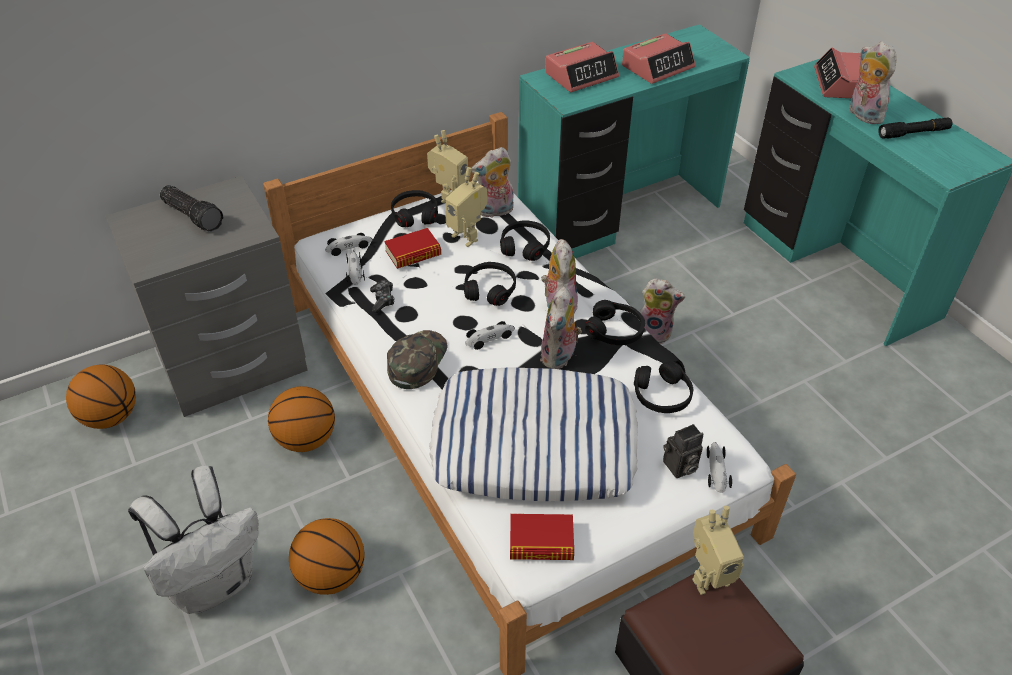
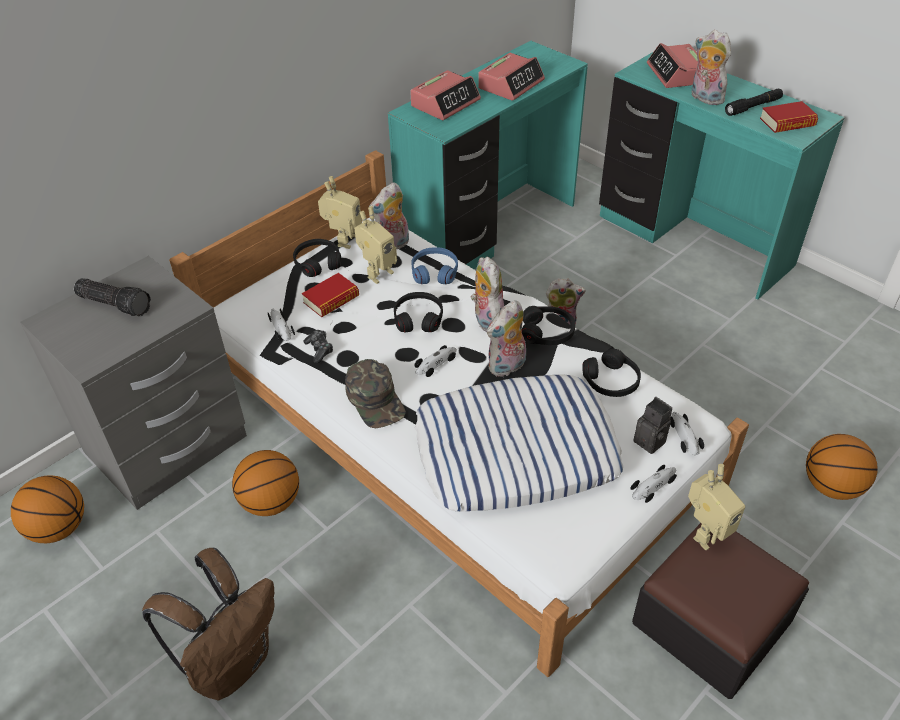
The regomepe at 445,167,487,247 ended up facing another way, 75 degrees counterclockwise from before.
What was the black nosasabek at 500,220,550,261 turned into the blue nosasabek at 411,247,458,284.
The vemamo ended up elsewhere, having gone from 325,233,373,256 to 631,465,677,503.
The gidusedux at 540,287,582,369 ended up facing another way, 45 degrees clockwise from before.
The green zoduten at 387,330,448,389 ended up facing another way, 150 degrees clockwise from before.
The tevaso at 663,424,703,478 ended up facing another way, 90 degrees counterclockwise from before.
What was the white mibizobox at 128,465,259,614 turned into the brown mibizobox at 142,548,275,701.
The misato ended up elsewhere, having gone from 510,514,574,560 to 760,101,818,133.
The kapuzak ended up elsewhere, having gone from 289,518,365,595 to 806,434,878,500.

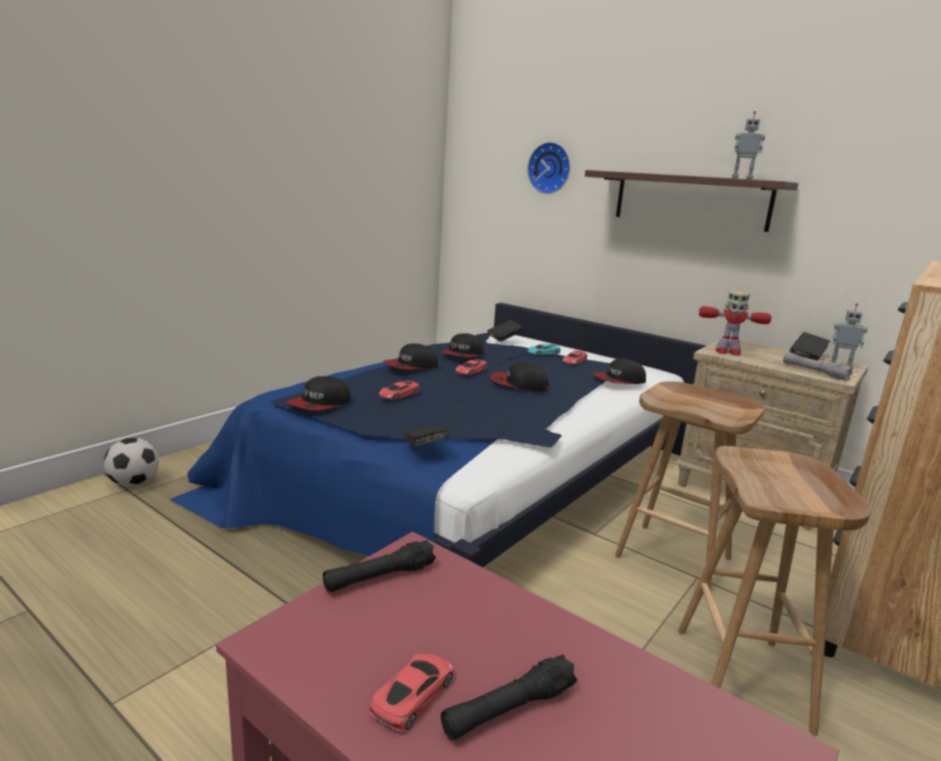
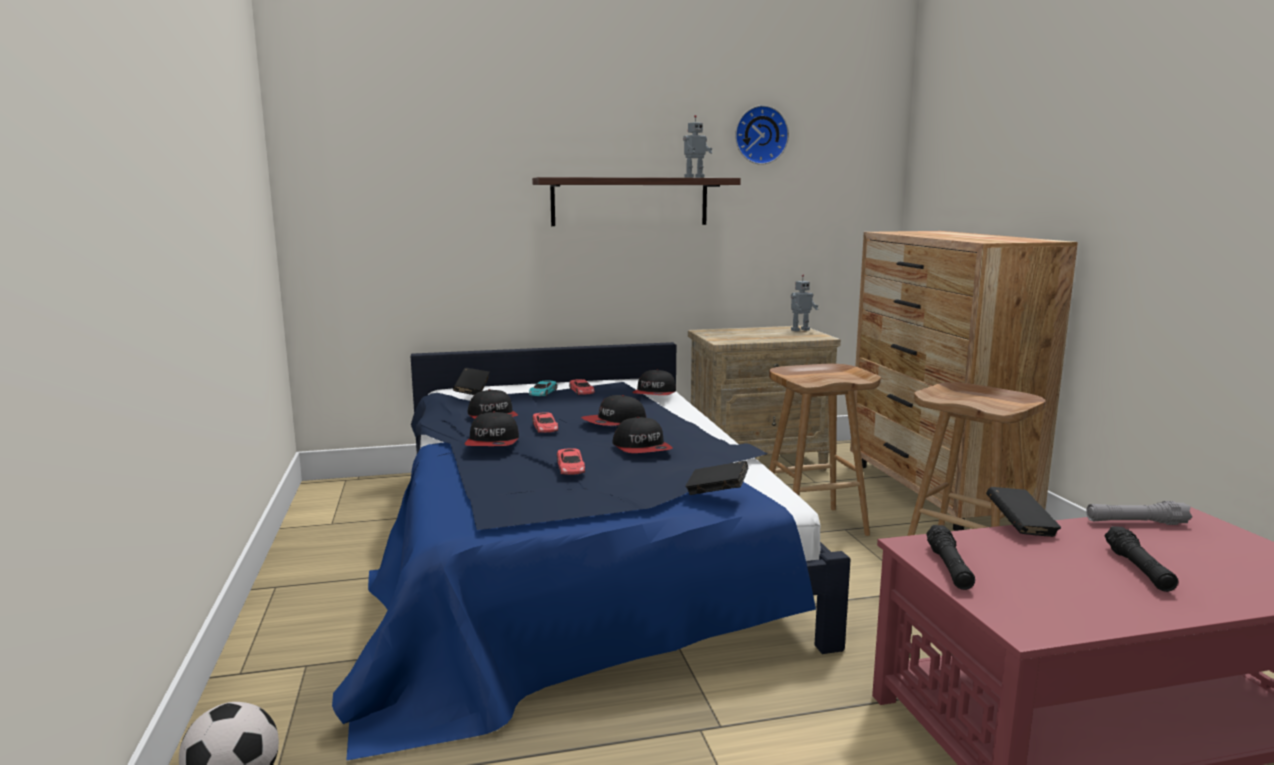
The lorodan ended up elsewhere, having gone from 527,142,570,194 to 735,105,789,165.
The second view lost the regomepe at 699,291,772,356.
The black misato ended up elsewhere, having gone from 790,332,830,361 to 986,487,1061,537.
The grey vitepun ended up elsewhere, having gone from 783,352,853,381 to 1086,501,1192,525.
The zoduten ended up elsewhere, having gone from 286,376,351,410 to 612,417,673,453.
The second view lost the red vemamo at 369,653,454,731.

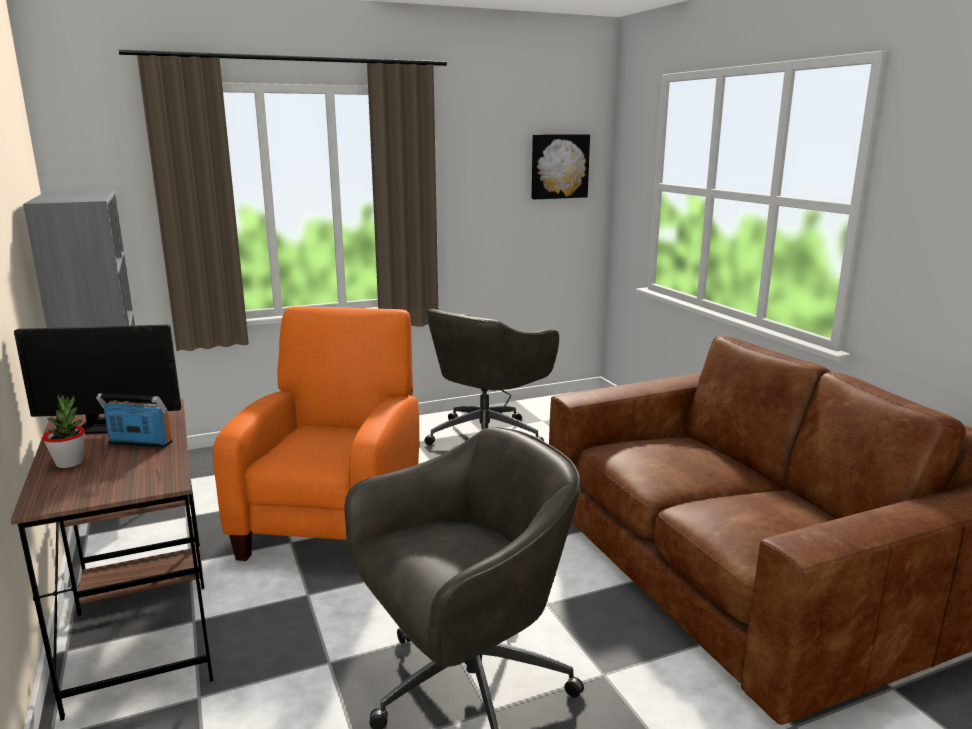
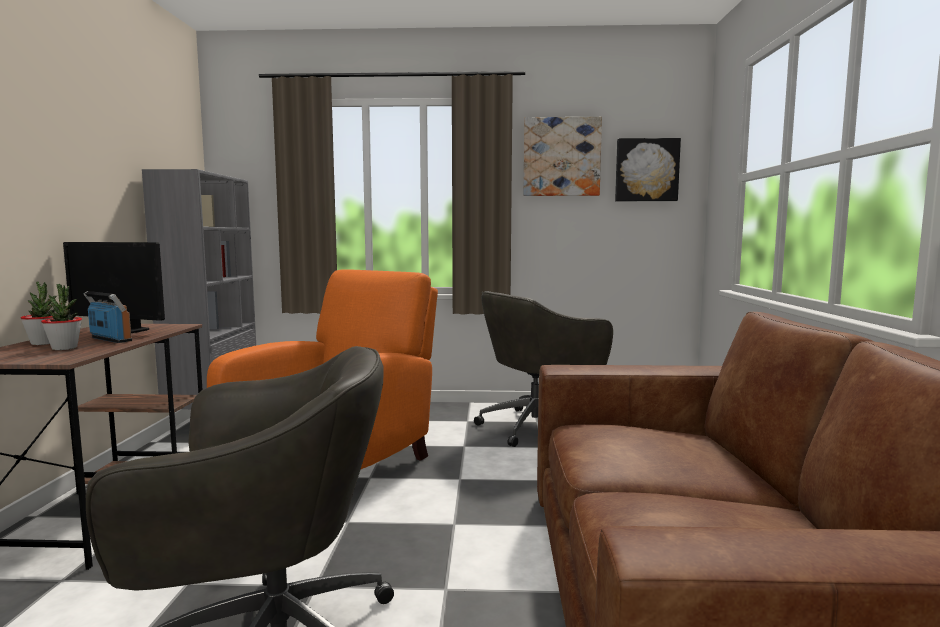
The second view gained the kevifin at 523,117,602,196.
The second view gained the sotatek at 41,284,82,350.

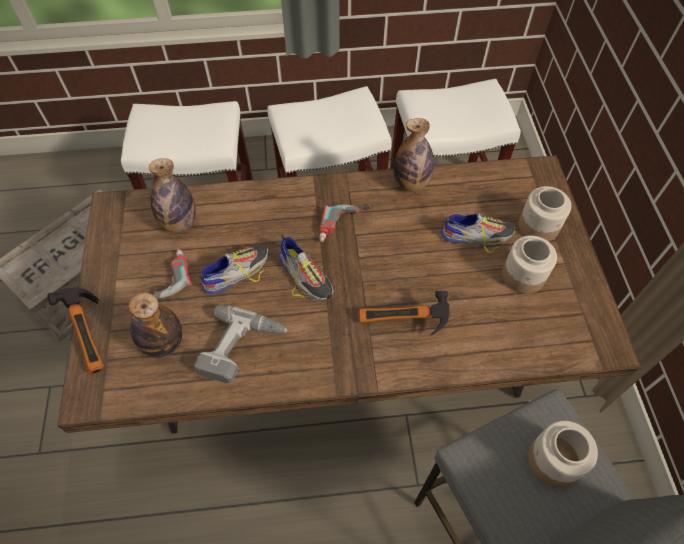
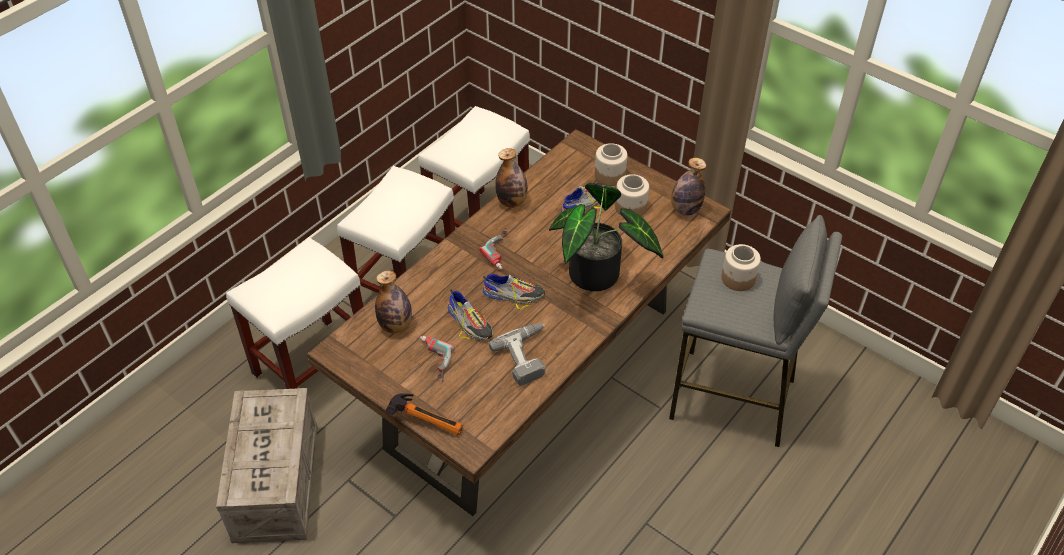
The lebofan at 199,243,268,295 ended up facing another way, 135 degrees clockwise from before.
Where the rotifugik stood at 358,291,449,336, the sotatek came to stand at 549,183,664,291.
The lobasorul ended up elsewhere, having gone from 129,293,182,358 to 671,158,706,216.

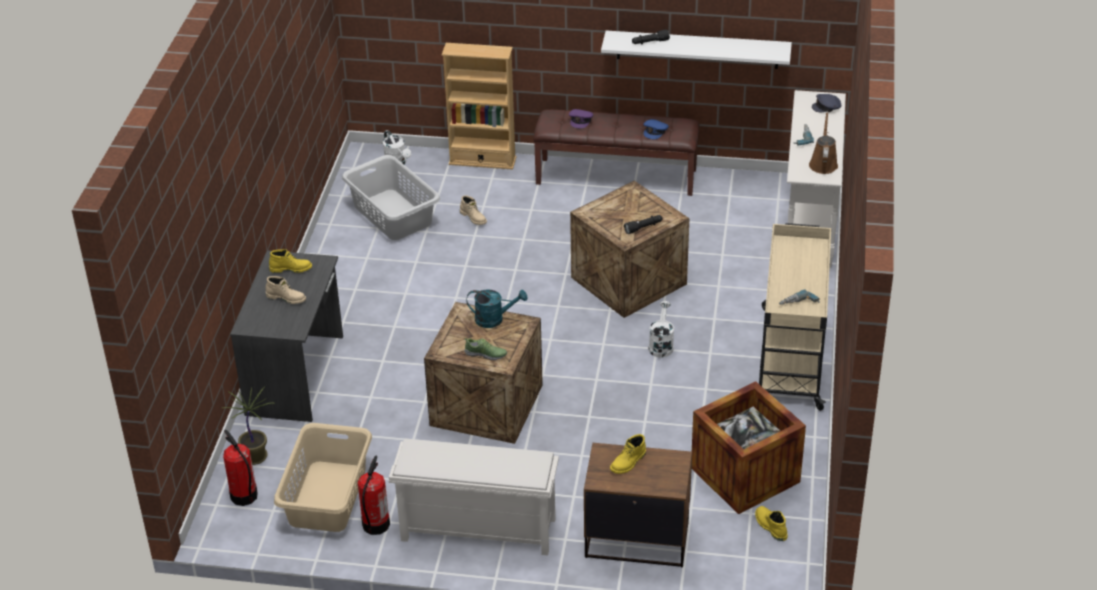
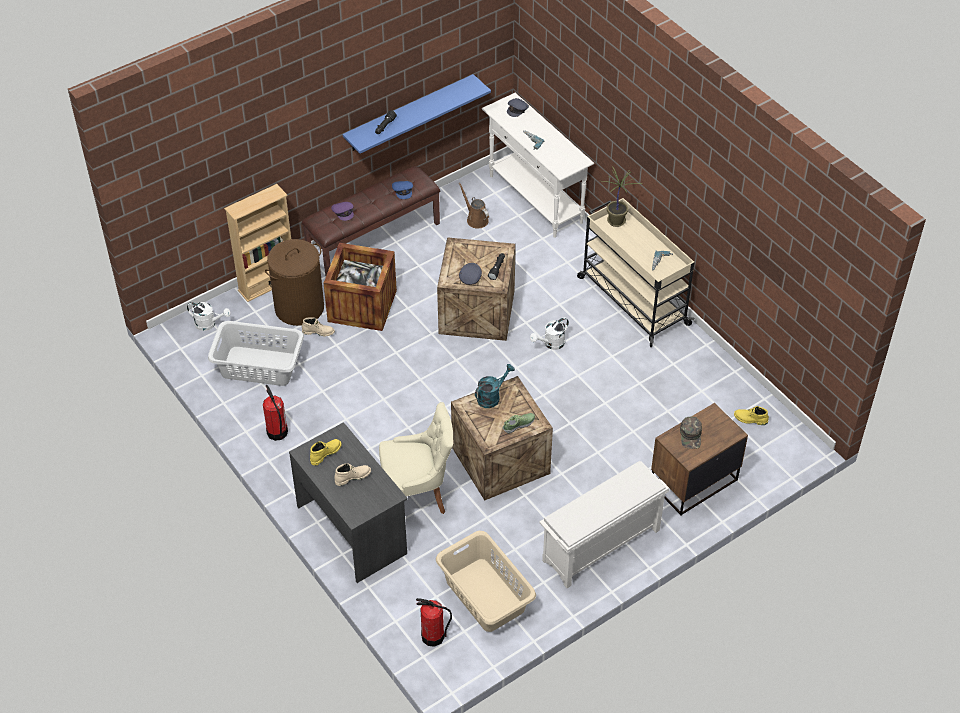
What was the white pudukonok at 601,31,792,69 turned into the blue pudukonok at 343,74,491,154.
The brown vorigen ended up elsewhere, having gone from 809,112,838,174 to 459,183,489,228.
The white vorigen at 648,301,674,358 ended up facing another way, 90 degrees counterclockwise from before.
The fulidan ended up elsewhere, having gone from 692,381,806,514 to 324,243,397,331.
The sotatek ended up elsewhere, having gone from 223,387,275,465 to 602,167,643,227.
Where the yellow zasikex stood at 610,434,646,474, the green zoduten came to stand at 680,416,702,449.
The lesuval ended up elsewhere, having gone from 358,455,390,535 to 263,385,288,441.
The second view gained the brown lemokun at 265,239,324,326.
The second view gained the grey zoduten at 459,263,482,285.
The second view gained the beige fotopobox at 379,402,453,514.

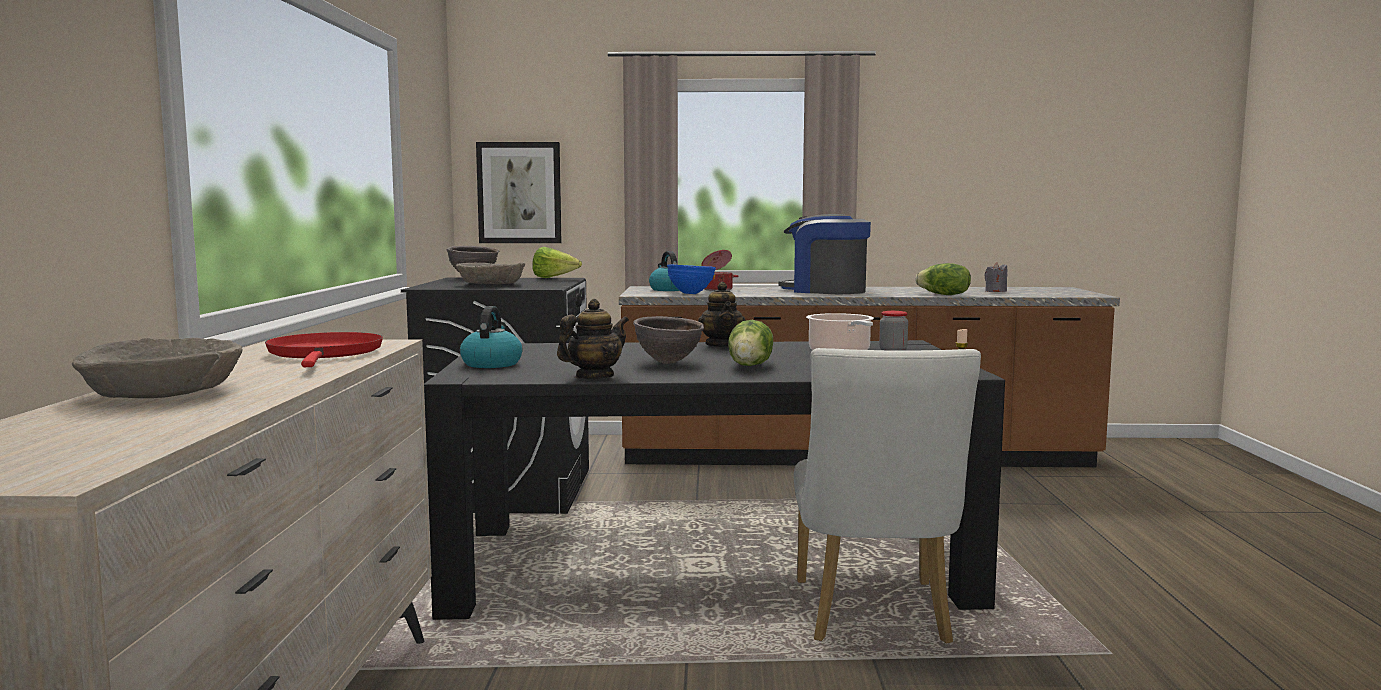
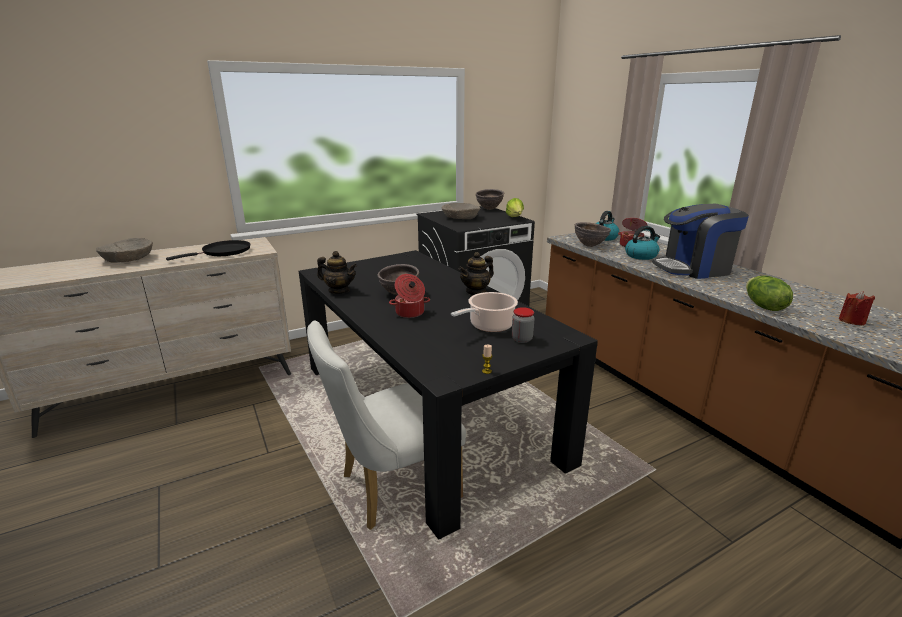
The second view lost the kevifin at 476,142,562,243.
The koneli at 779,214,871,294 ended up facing another way, 105 degrees counterclockwise from before.
What was the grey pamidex at 985,262,1007,292 turned into the red pamidex at 839,291,875,326.
What was the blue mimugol at 667,264,716,294 turned into the brown mimugol at 575,222,611,247.
The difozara ended up elsewhere, having gone from 460,306,523,368 to 625,226,660,260.
Where the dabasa stood at 728,320,773,366, the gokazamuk came to stand at 389,274,430,318.
What was the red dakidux at 265,332,383,367 turned into the black dakidux at 166,240,250,261.

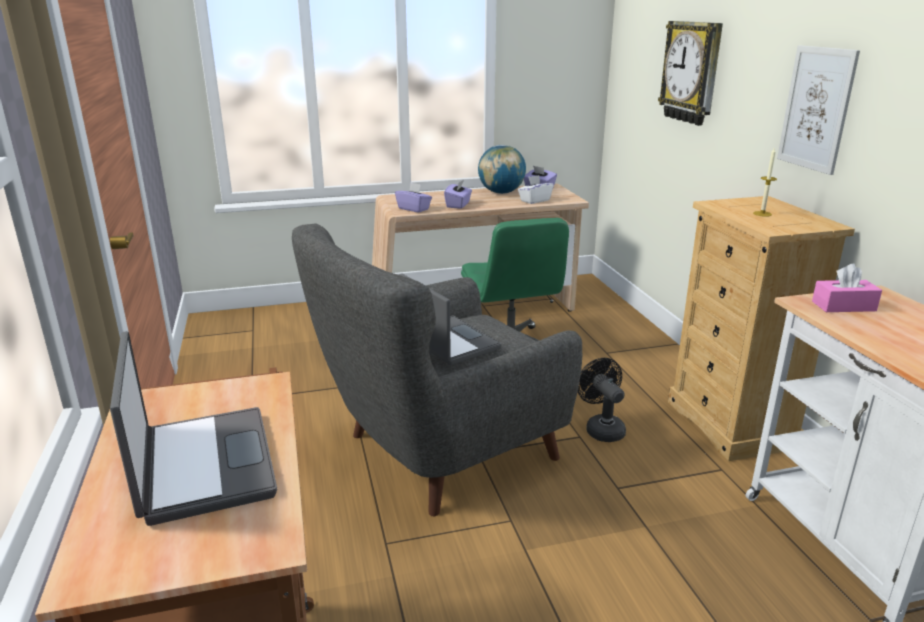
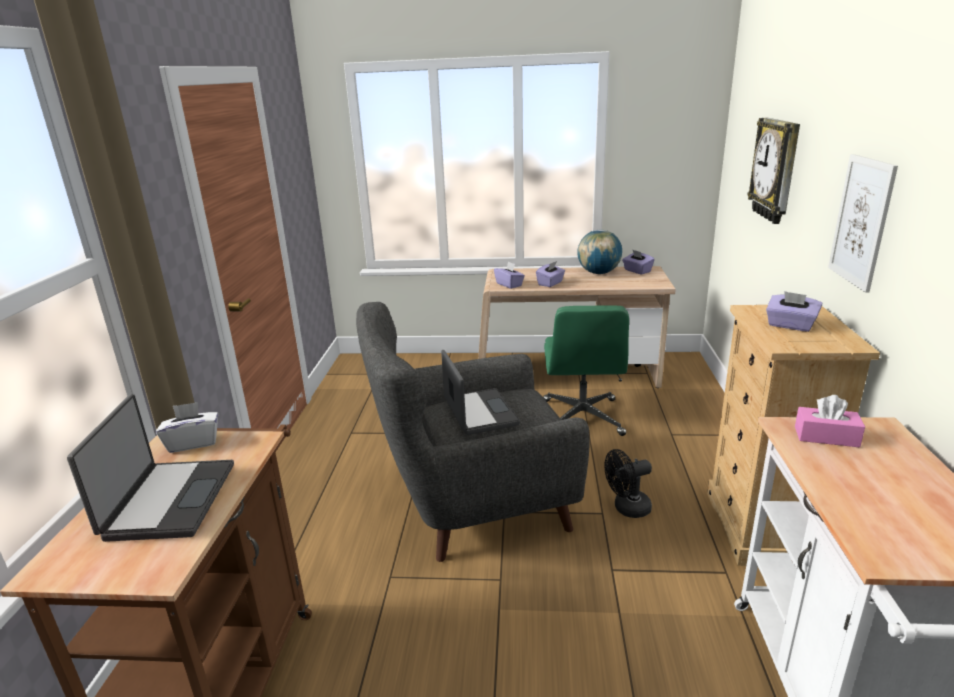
Where the pamidex stood at 753,147,777,217, the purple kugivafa came to stand at 766,291,822,332.
The white kugivafa ended up elsewhere, having gone from 518,175,554,204 to 156,402,218,453.
The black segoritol at 578,358,626,442 ended up facing another way, 105 degrees counterclockwise from before.

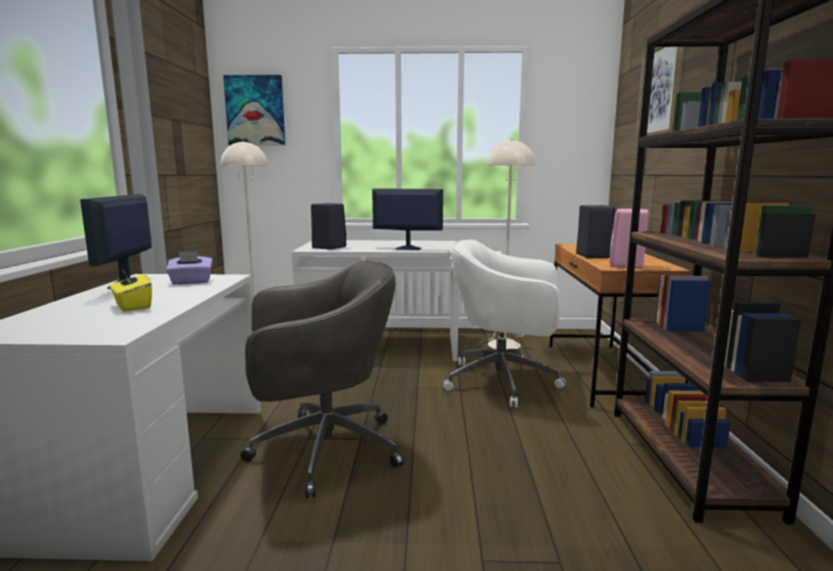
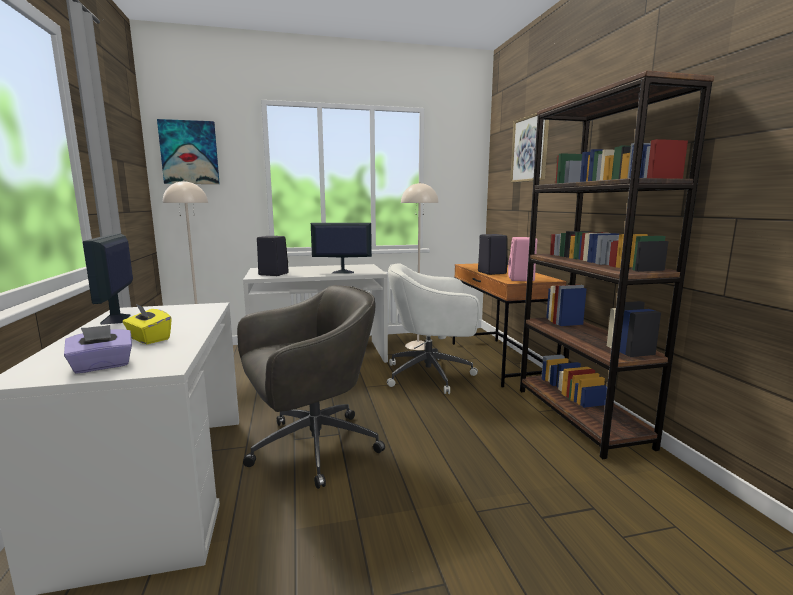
The purple kugivafa ended up elsewhere, having gone from 166,251,213,285 to 64,325,132,374.

